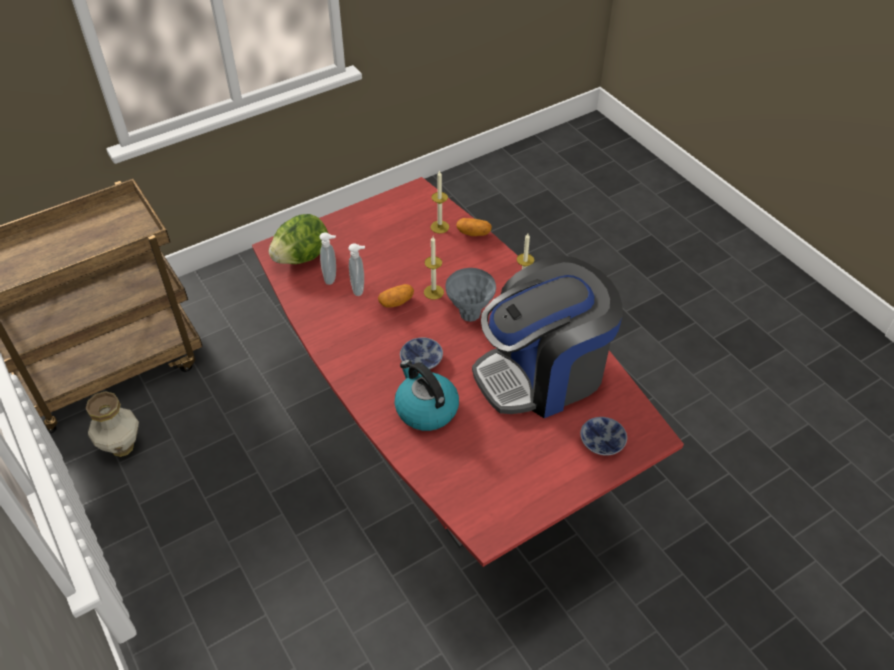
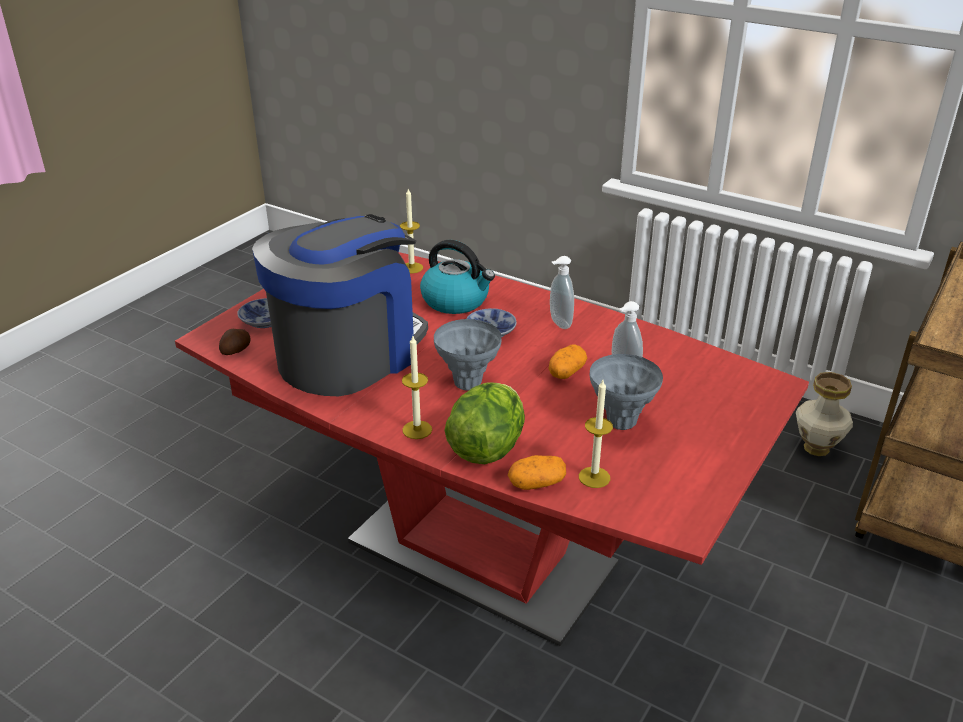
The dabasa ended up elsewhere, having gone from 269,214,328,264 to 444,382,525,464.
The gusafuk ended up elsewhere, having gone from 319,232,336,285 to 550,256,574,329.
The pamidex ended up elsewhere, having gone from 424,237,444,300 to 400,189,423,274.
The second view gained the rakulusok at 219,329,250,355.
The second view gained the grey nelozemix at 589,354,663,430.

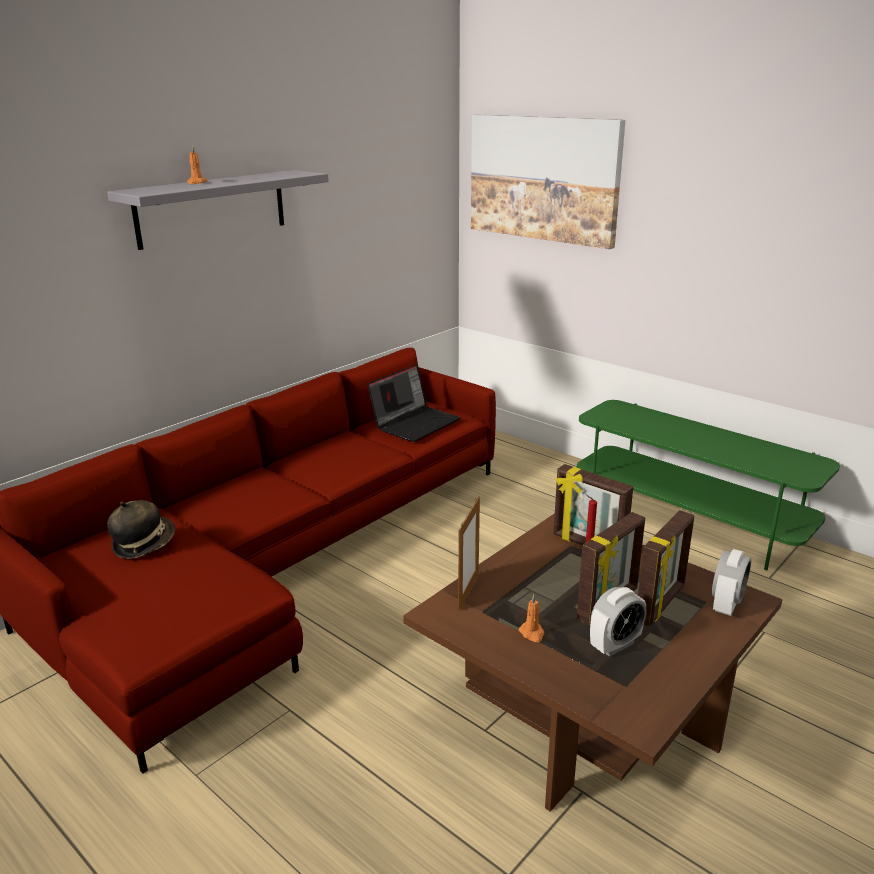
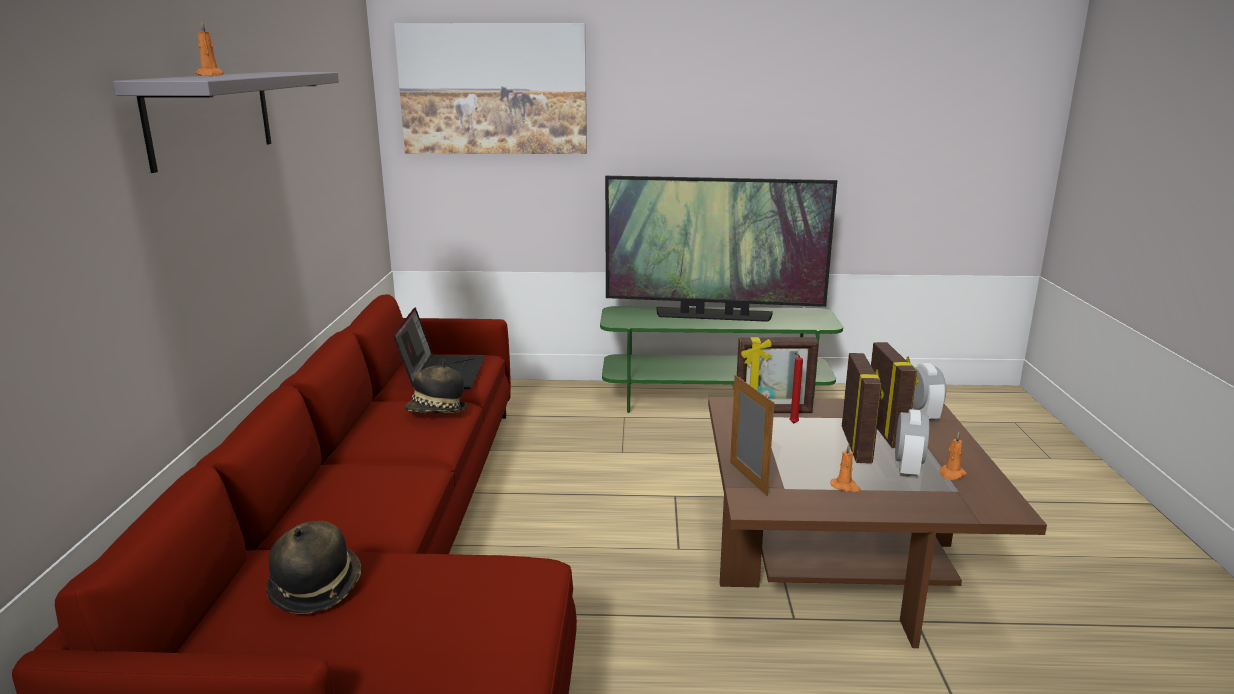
The second view gained the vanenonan at 605,176,837,322.
The second view gained the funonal at 405,360,467,414.
The second view gained the orange pamidex at 940,432,967,480.

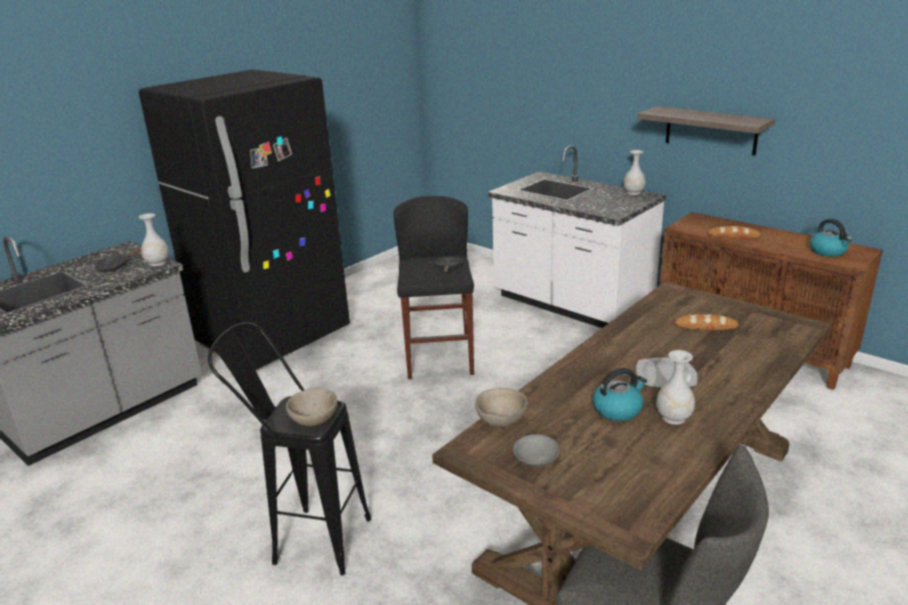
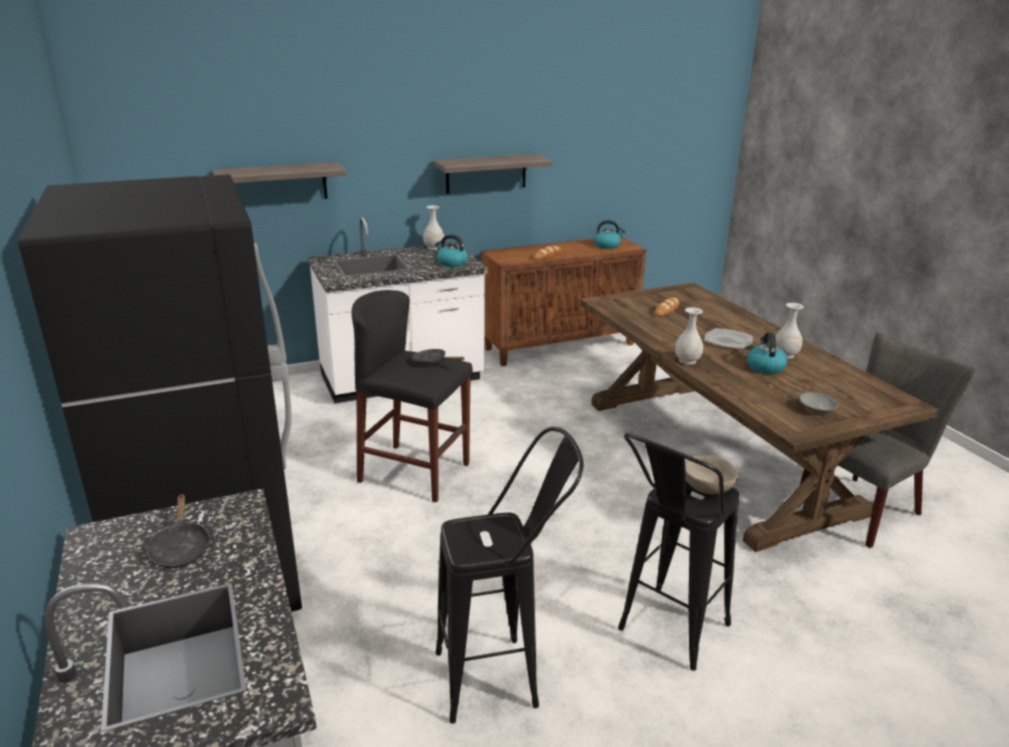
The white nelozemix ended up elsewhere, having gone from 138,213,169,266 to 675,307,703,365.
The second view lost the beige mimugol at 475,388,528,427.
The second view gained the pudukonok at 213,162,346,199.
The second view gained the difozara at 435,234,468,267.
The second view gained the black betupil at 436,427,583,724.

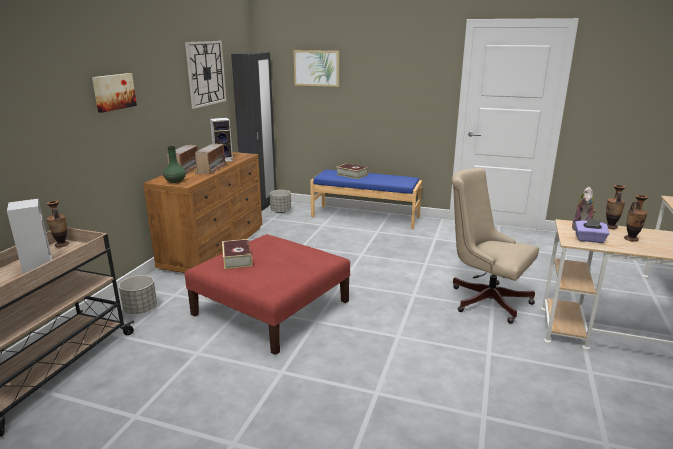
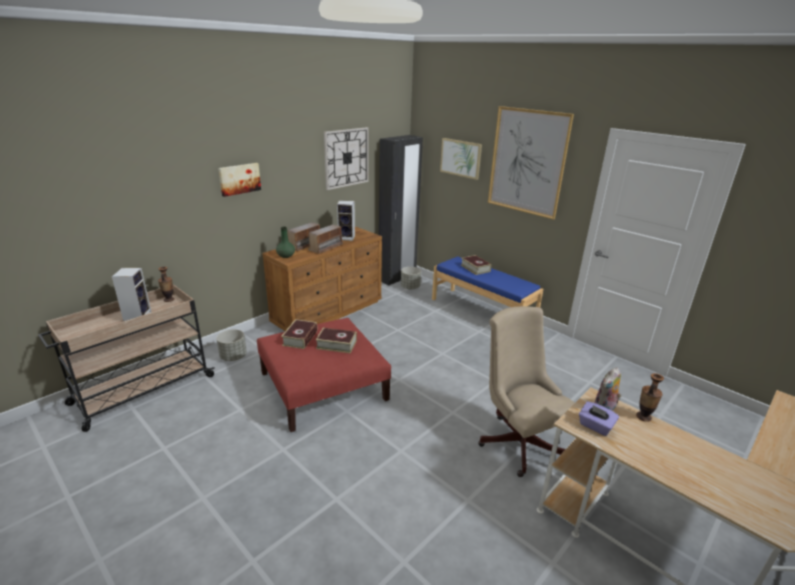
The second view lost the nelozemix at 624,195,648,242.
The second view gained the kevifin at 488,106,574,220.
The second view gained the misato at 316,328,357,353.

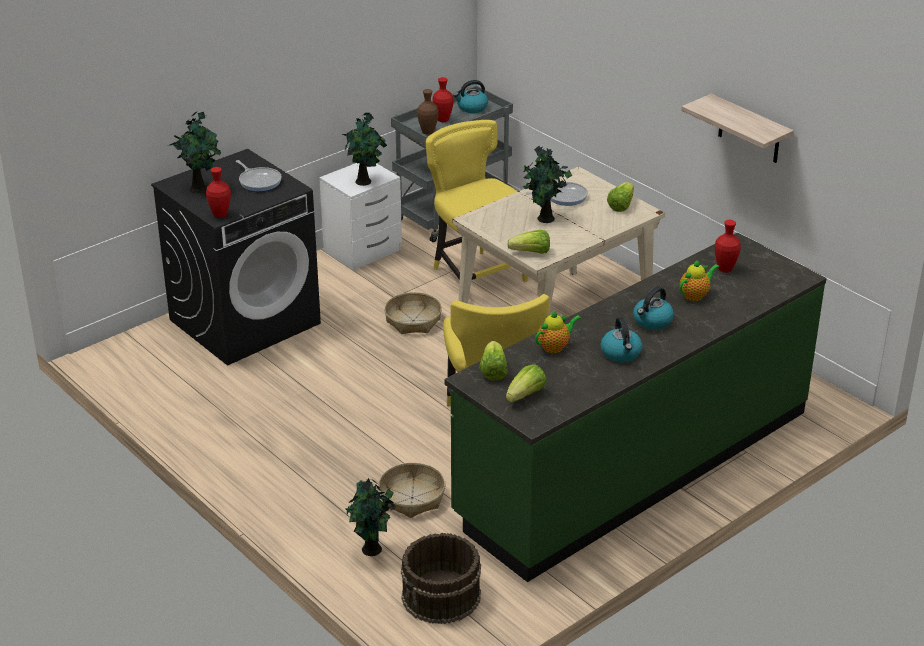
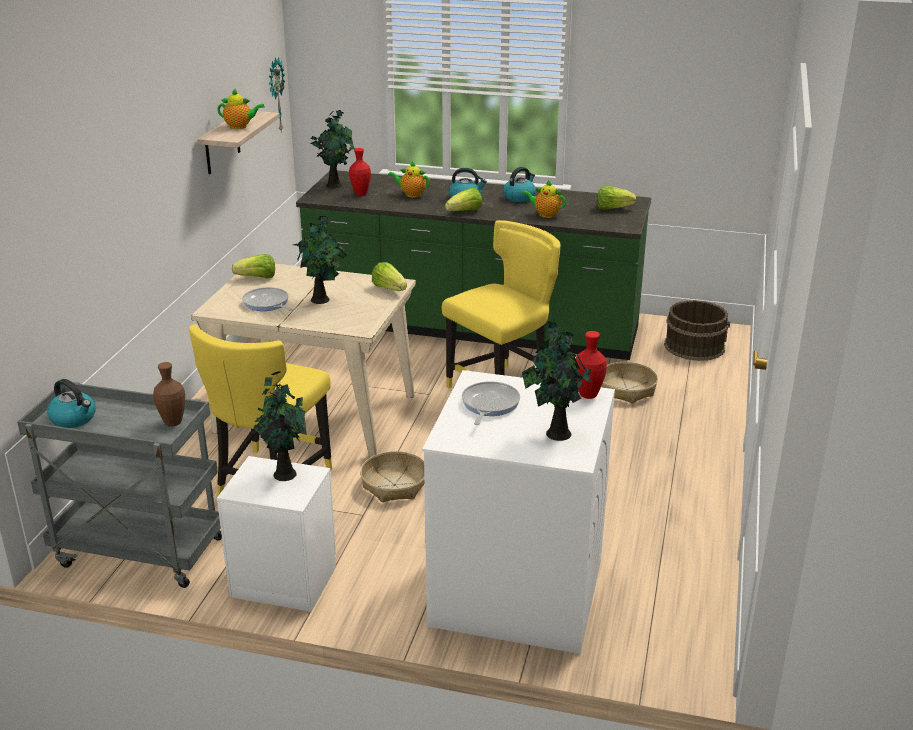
The second view lost the red nelozemix at 432,77,453,122.
What was the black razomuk at 151,149,321,365 turned into the white razomuk at 422,370,615,654.
The dabasa ended up elsewhere, having gone from 479,341,508,381 to 445,188,482,211.
The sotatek ended up elsewhere, having gone from 346,478,396,556 to 310,110,355,189.
The second view gained the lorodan at 269,57,285,133.
The second view gained the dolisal at 217,88,265,129.

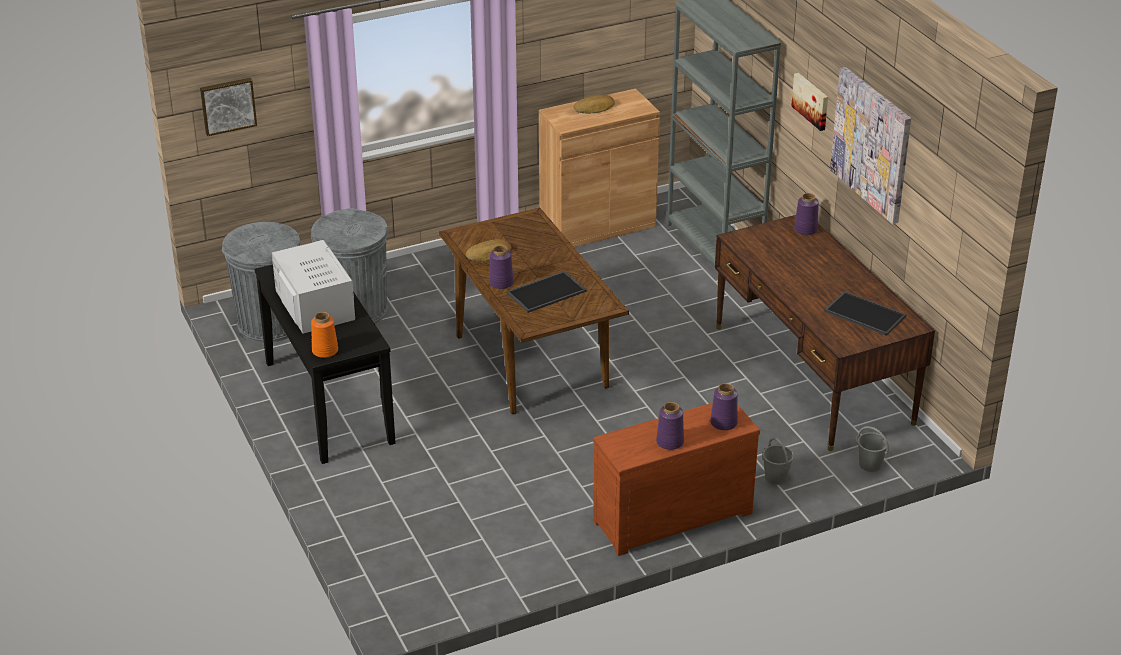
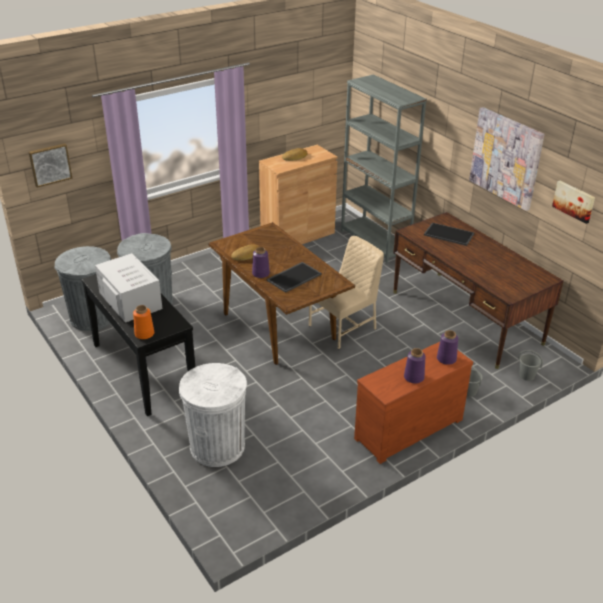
The kevifin ended up elsewhere, having gone from 791,73,828,131 to 552,181,595,224.
The second view lost the purple nelozemix at 794,193,819,235.
The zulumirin ended up elsewhere, having gone from 824,291,906,336 to 424,223,474,246.
The second view gained the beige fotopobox at 309,236,384,349.
The second view gained the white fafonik at 179,363,247,467.

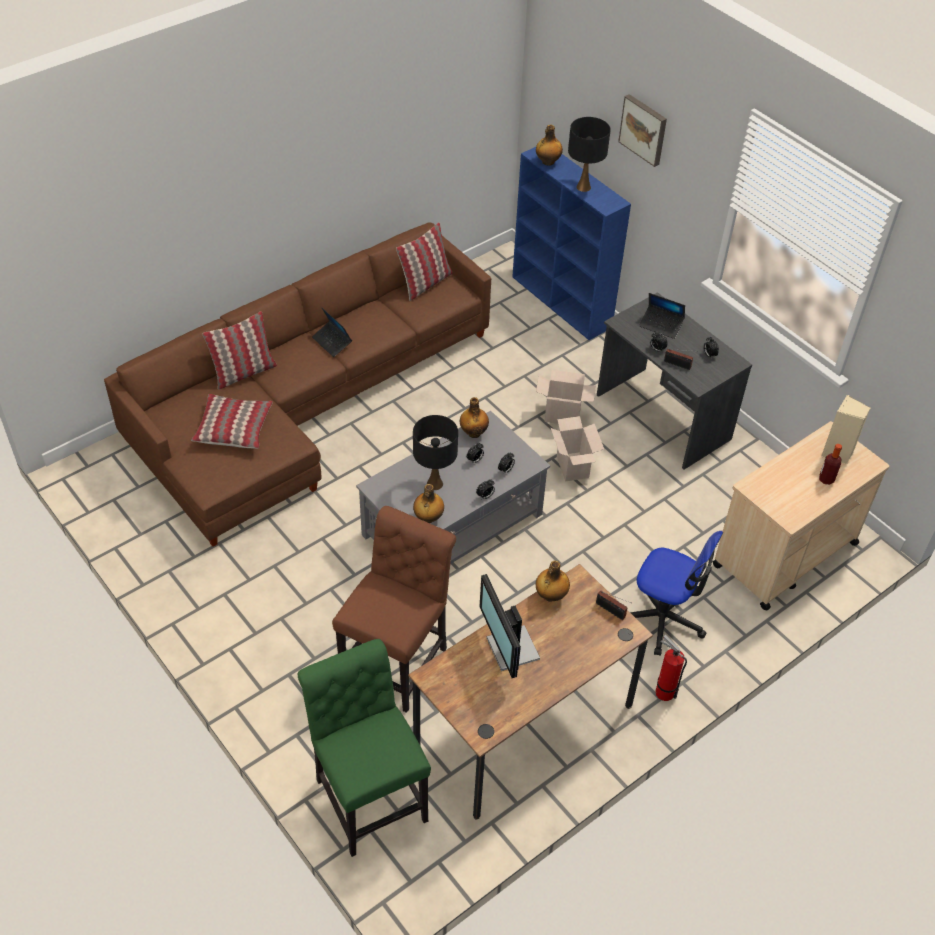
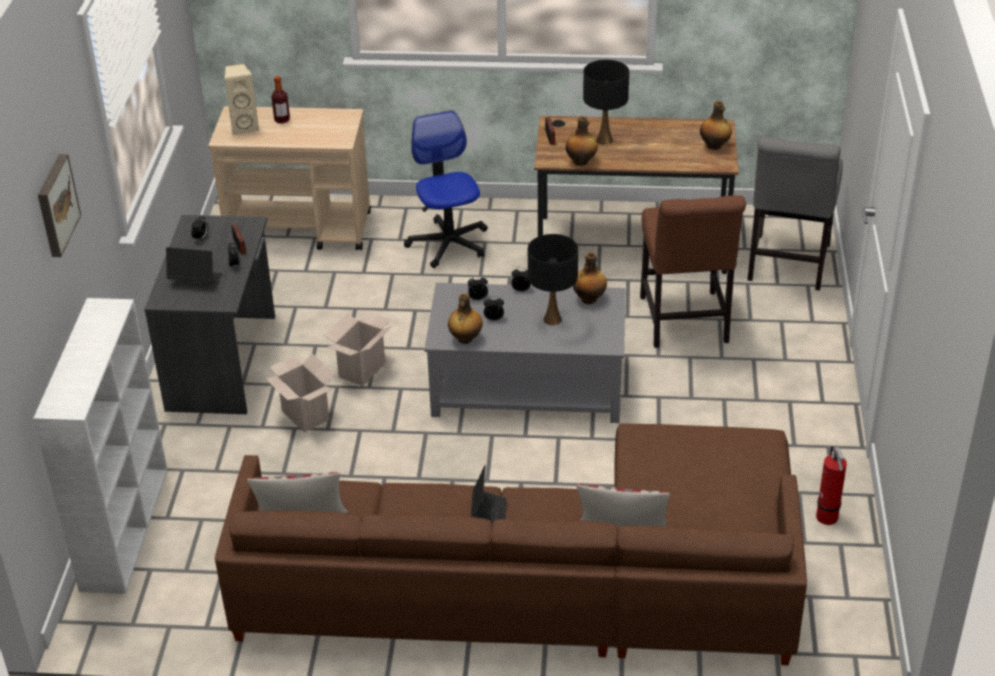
The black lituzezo ended up elsewhere, having gone from 568,117,611,192 to 583,60,629,145.
The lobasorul ended up elsewhere, having gone from 536,124,563,166 to 700,101,732,150.
What was the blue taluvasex at 512,147,631,340 turned into the white taluvasex at 33,298,167,594.
The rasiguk at 639,293,685,339 ended up facing another way, 60 degrees counterclockwise from before.
The second view lost the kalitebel at 191,394,273,449.
The brown fotopobox at 332,506,456,713 ended up facing another way, 75 degrees counterclockwise from before.
The second view lost the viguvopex at 479,574,540,678.
The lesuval ended up elsewhere, having gone from 655,635,687,701 to 816,446,847,525.
What was the green fotopobox at 298,639,431,857 turned into the grey fotopobox at 748,136,843,291.

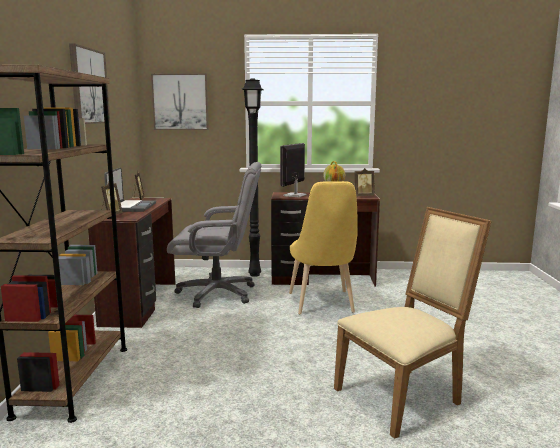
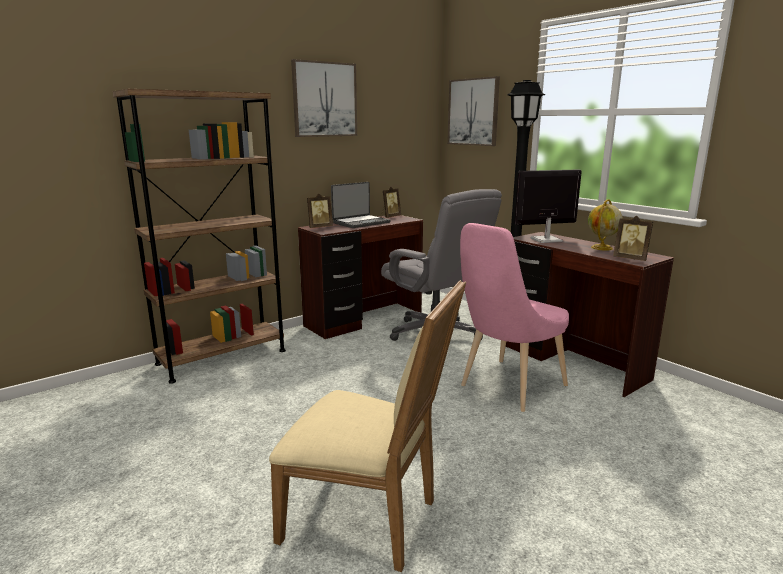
What was the yellow fotopobox at 289,181,358,314 turned into the pink fotopobox at 460,223,569,412.

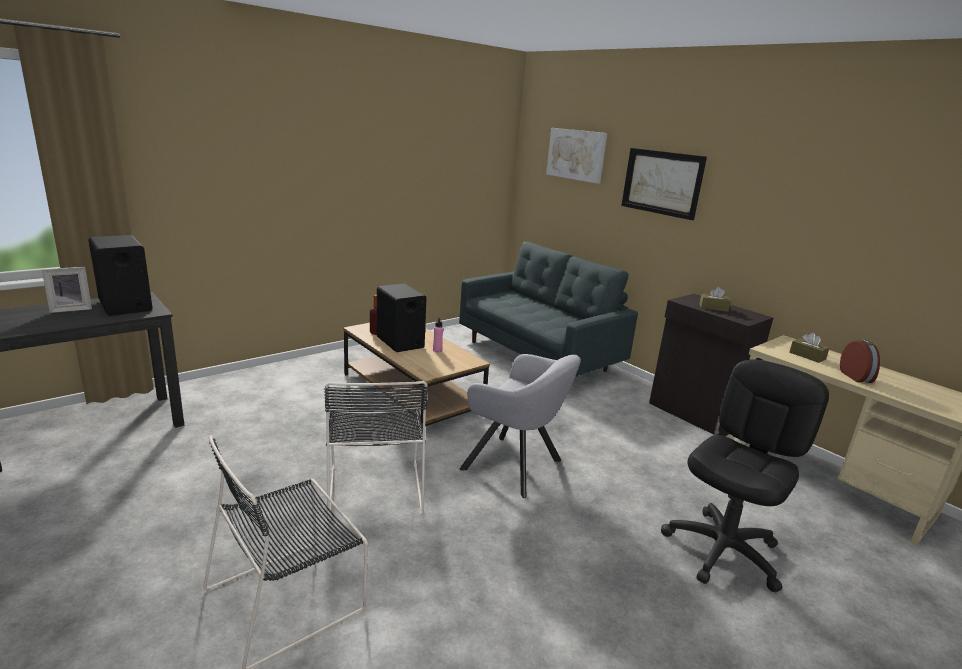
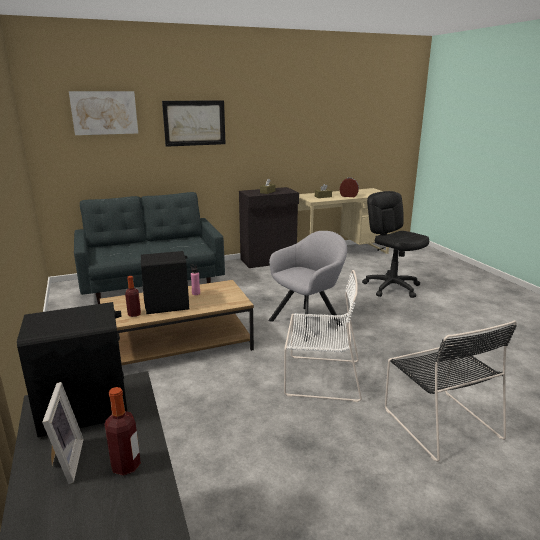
What was the black fotopobox at 324,381,428,521 turned into the white fotopobox at 284,270,362,402.
The second view gained the lobasorul at 105,387,141,476.

